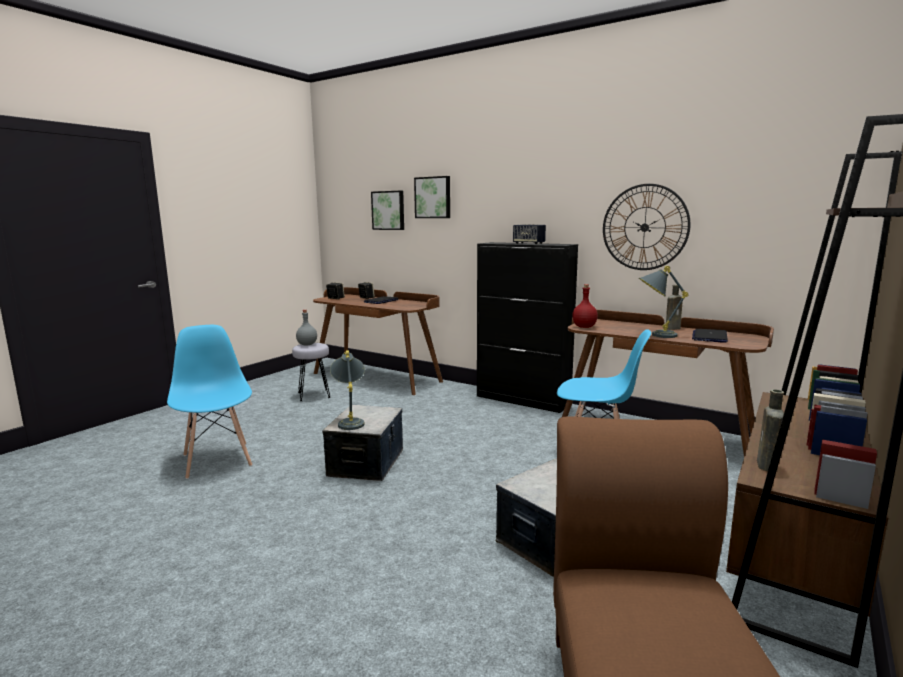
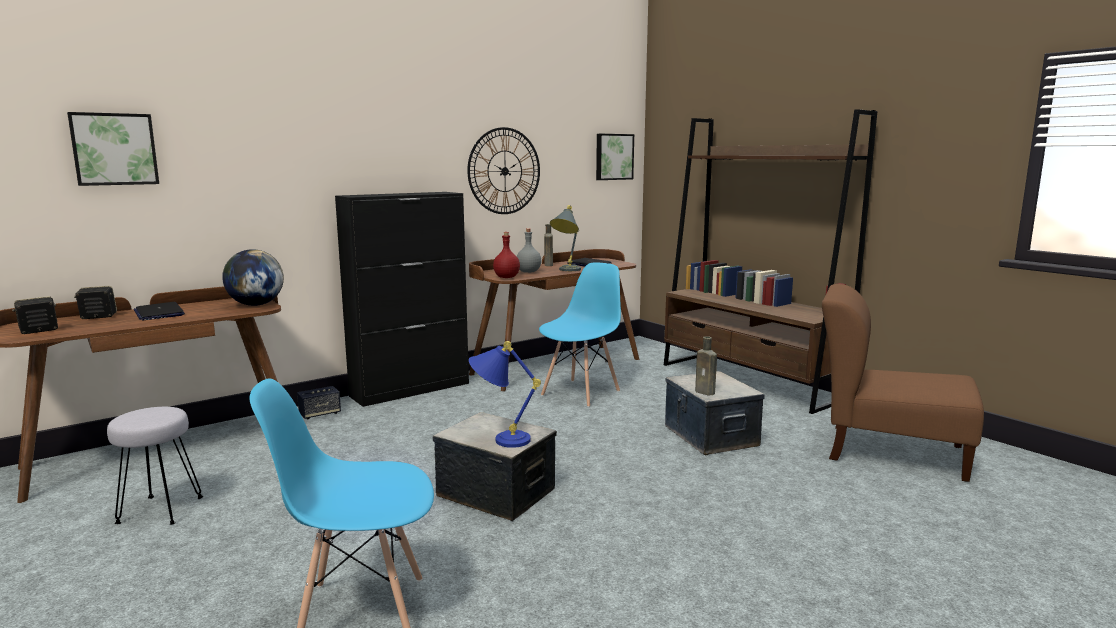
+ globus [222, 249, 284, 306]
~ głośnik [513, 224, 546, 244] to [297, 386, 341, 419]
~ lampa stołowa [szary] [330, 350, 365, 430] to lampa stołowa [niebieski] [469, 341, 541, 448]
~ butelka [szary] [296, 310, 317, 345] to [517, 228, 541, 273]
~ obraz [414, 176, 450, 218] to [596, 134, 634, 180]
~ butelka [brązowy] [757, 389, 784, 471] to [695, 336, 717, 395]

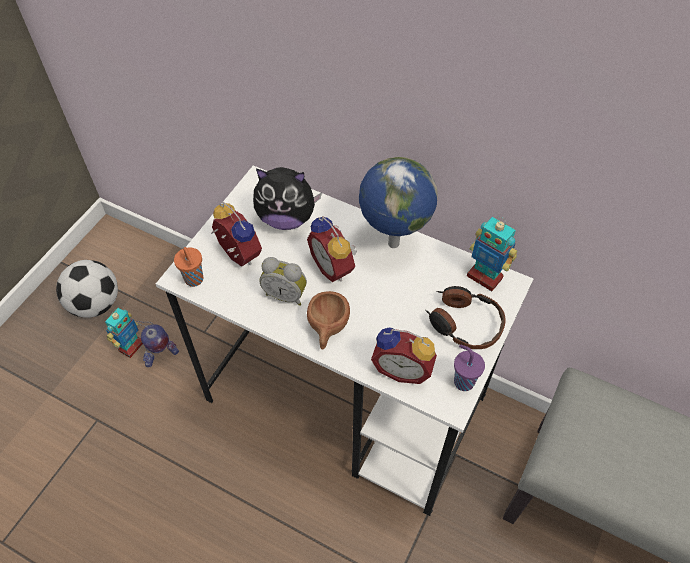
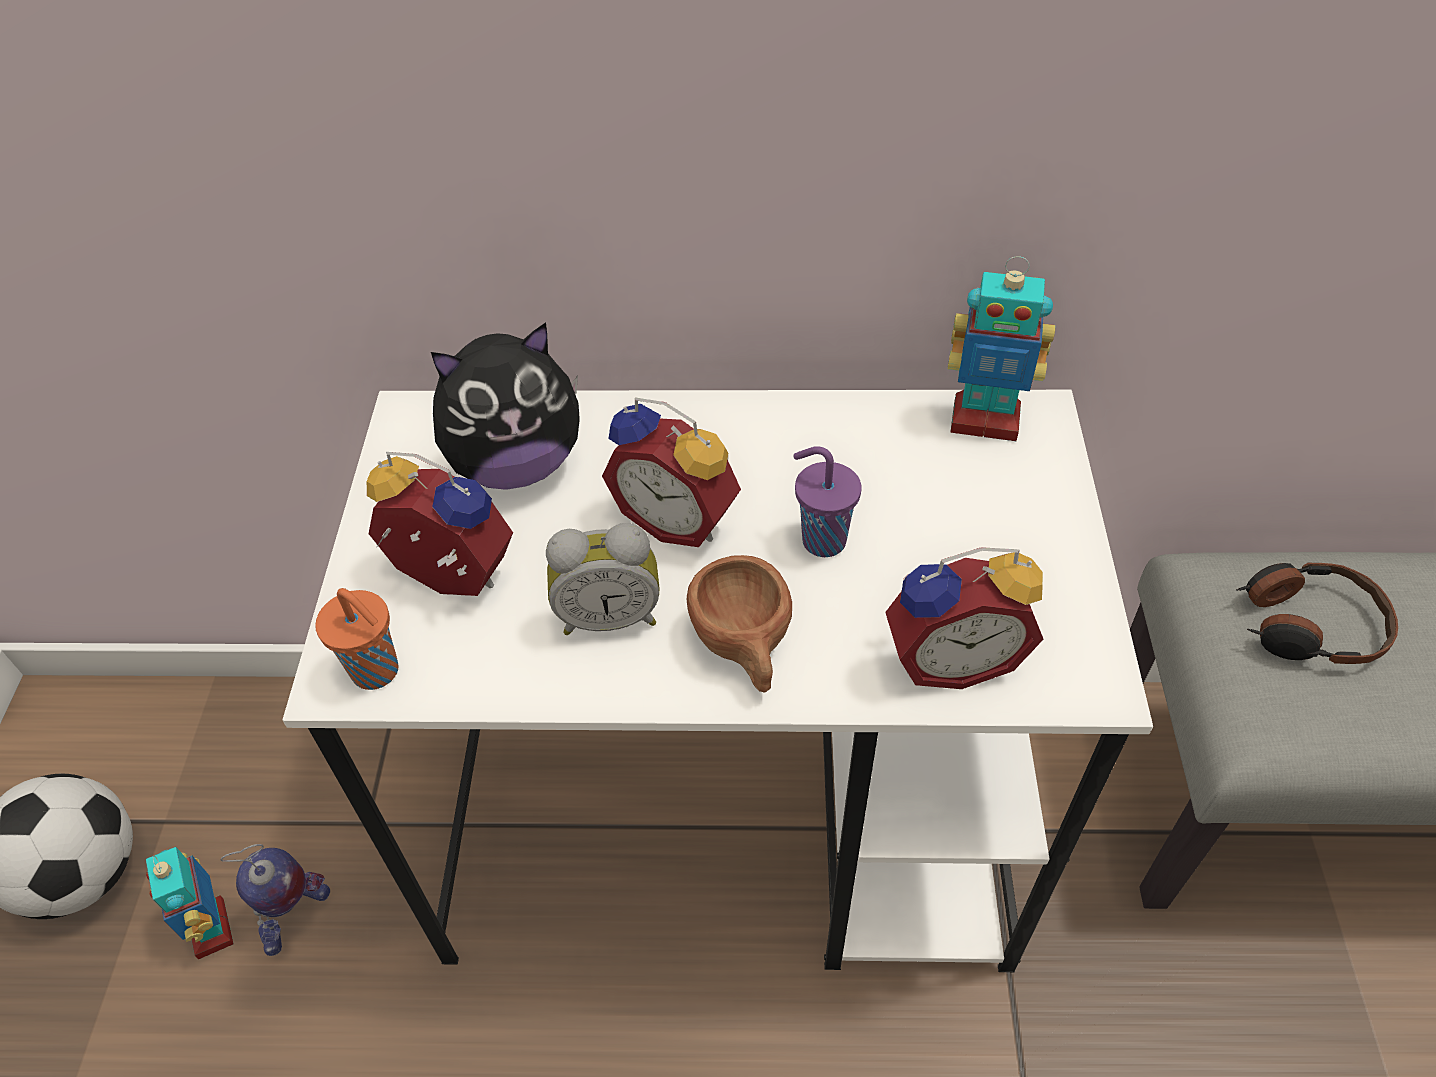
~ robot zabawkowy [105, 308, 143, 358] = [146, 847, 234, 959] 150 degrees clockwise
~ filiżanka [fioletowy] [454, 345, 485, 391] to [793, 446, 861, 557]
~ słuchawki [425, 286, 506, 349] to [1236, 563, 1398, 664]
- globus [359, 157, 437, 248]

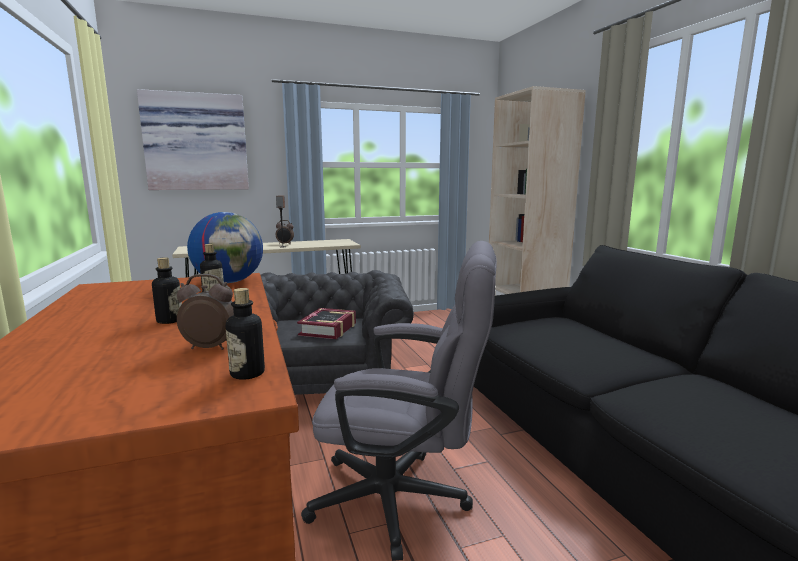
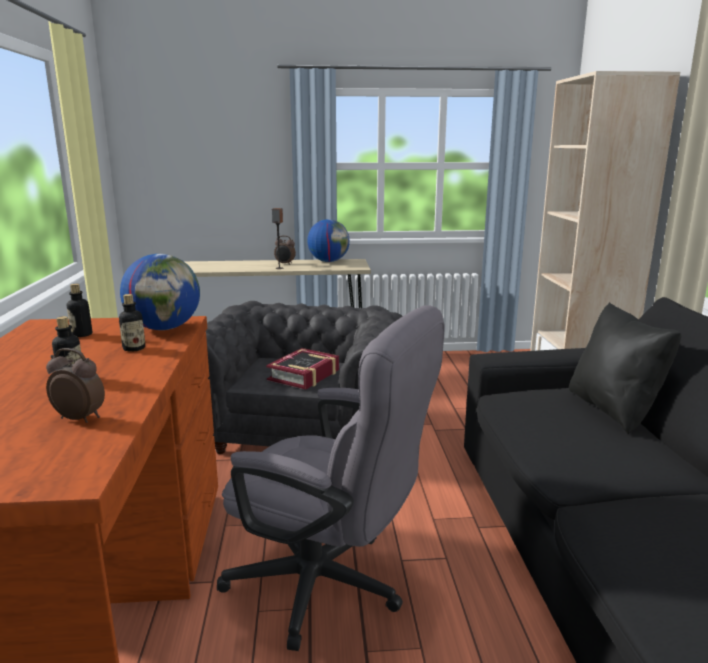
~ butelka [226, 288, 265, 380] to [67, 284, 92, 337]
+ globus [307, 219, 350, 262]
+ poduszka [czarny] [569, 303, 682, 434]
- obraz [137, 89, 249, 190]

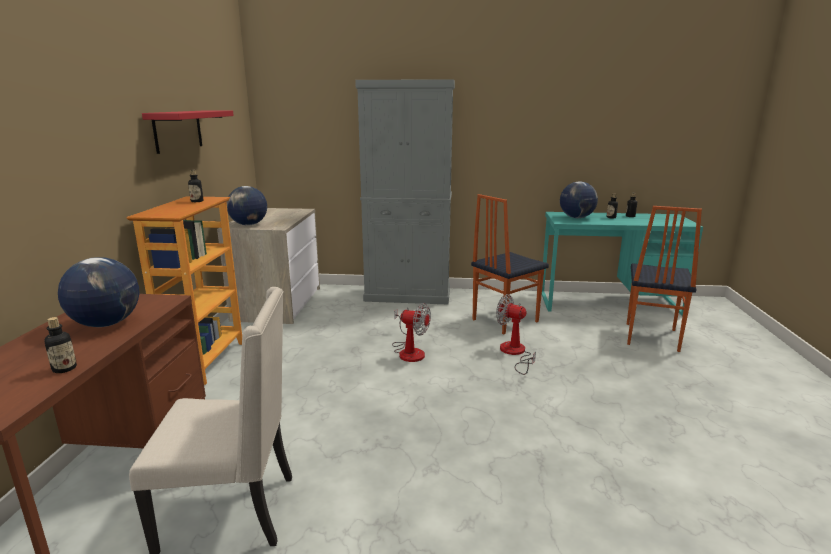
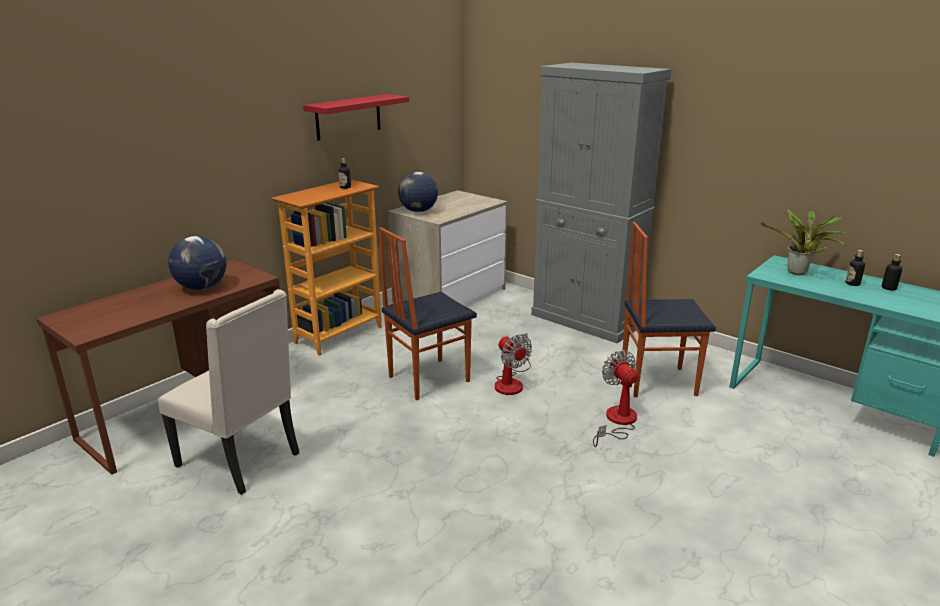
~ krzesło [627, 206, 702, 352] to [379, 227, 477, 400]
~ globus [560, 181, 598, 218] to roślina doniczkowa [761, 210, 846, 275]
- butelka [44, 317, 77, 373]

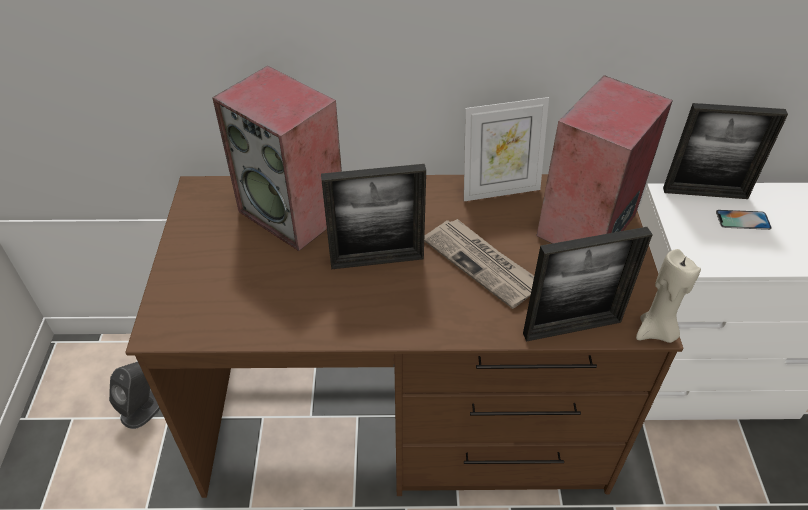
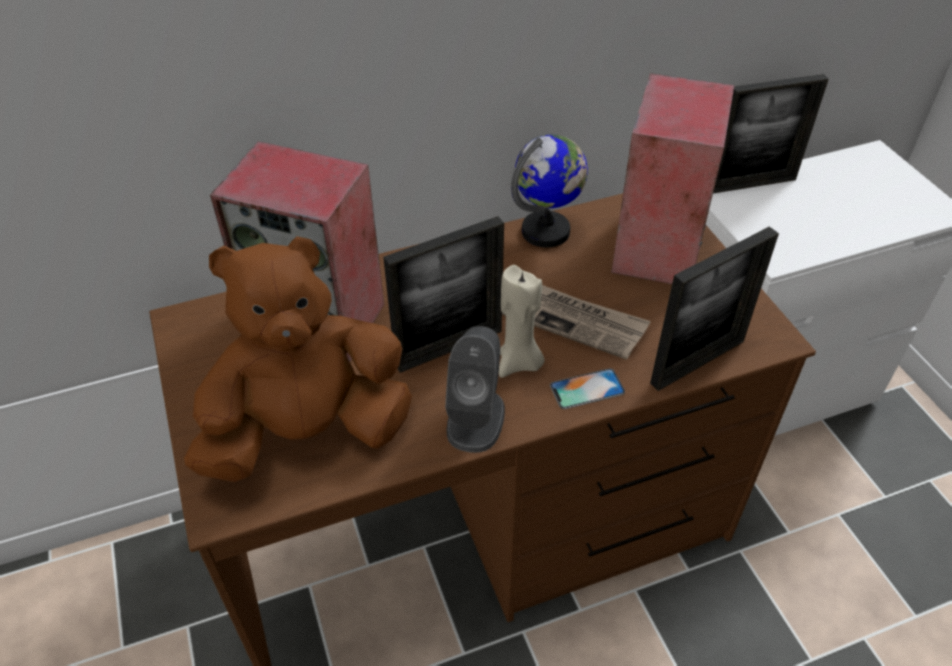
+ pluszak [brązowy] [184, 236, 412, 482]
~ głośnik [szary] [109, 362, 160, 429] to [445, 326, 505, 453]
~ świeca [beżowy] [636, 249, 701, 343] to [499, 265, 545, 378]
~ ramka na zdjęcie [464, 97, 549, 201] to globus [511, 134, 588, 248]
~ telefon [716, 210, 771, 230] to [550, 368, 625, 409]

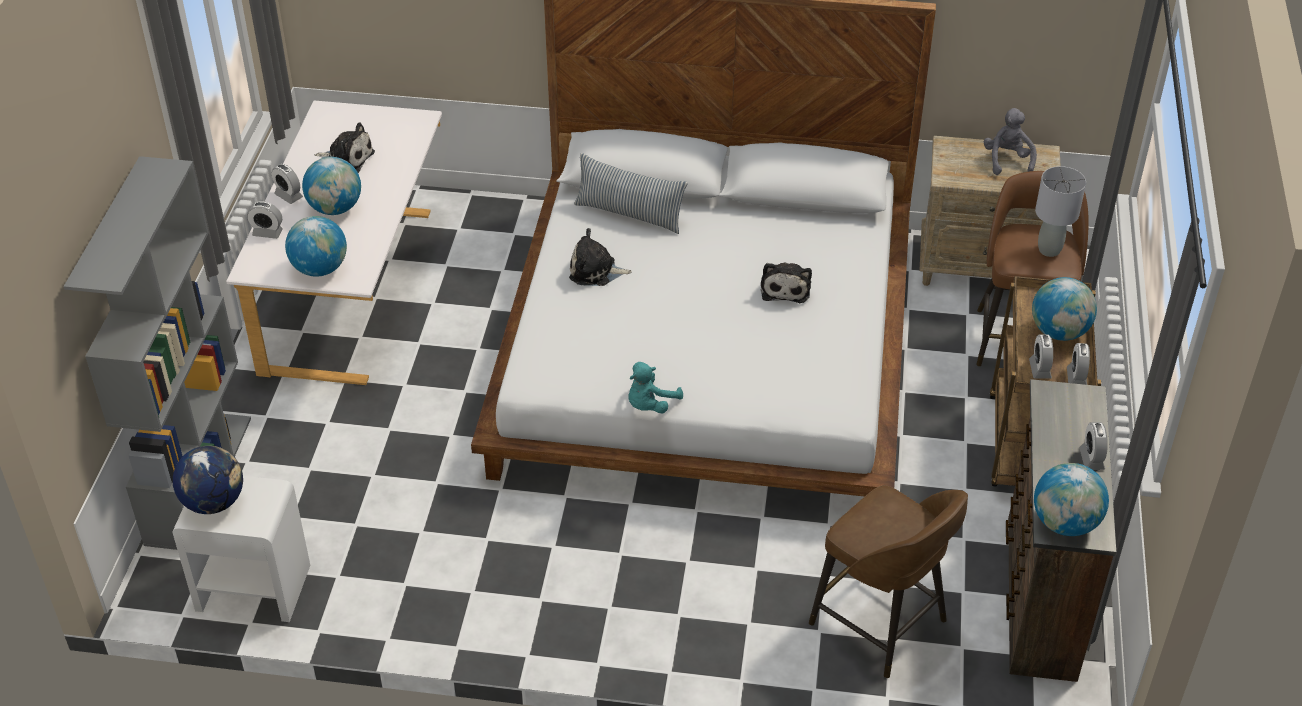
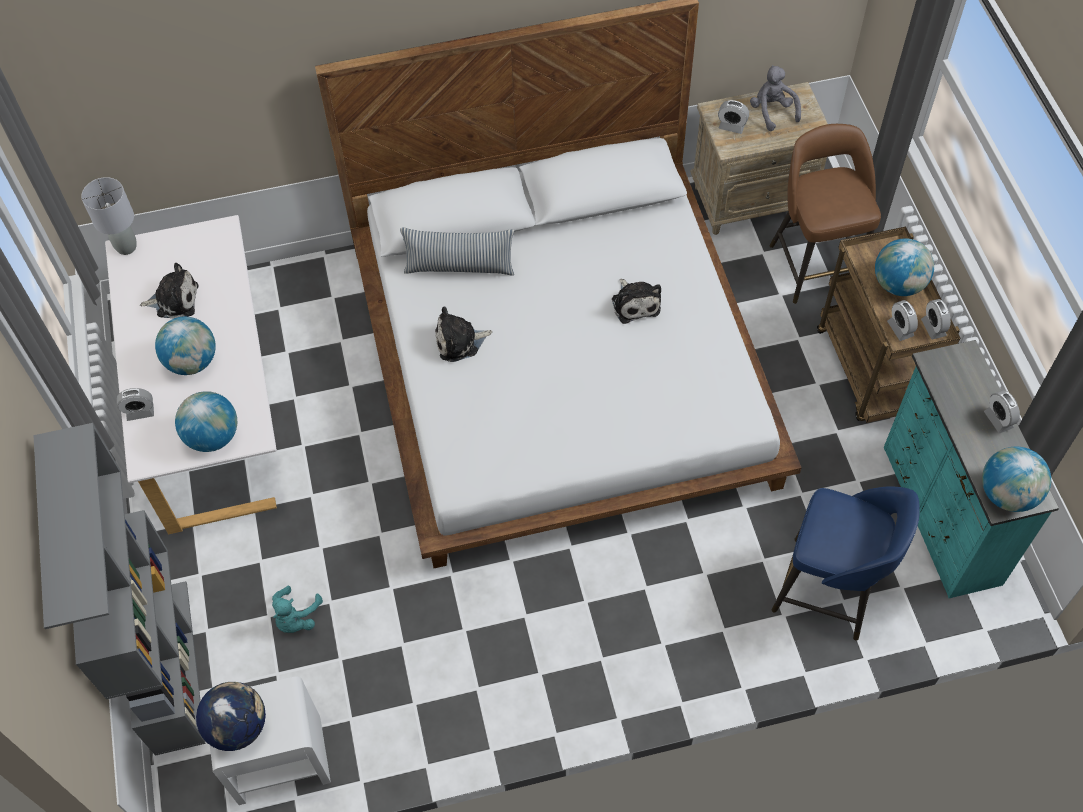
~ lampa stołowa [szary] [1035, 166, 1086, 257] to [81, 177, 137, 255]
~ pluszak [turkusowy] [629, 362, 683, 413] to [272, 585, 323, 633]
~ budzik [272, 164, 303, 204] to [718, 100, 749, 134]
~ stołek [brązowy] [809, 485, 968, 678] to stołek [niebieski] [772, 486, 920, 640]
~ komoda [brązowy] [1006, 379, 1116, 682] to komoda [turkusowy] [884, 340, 1059, 598]

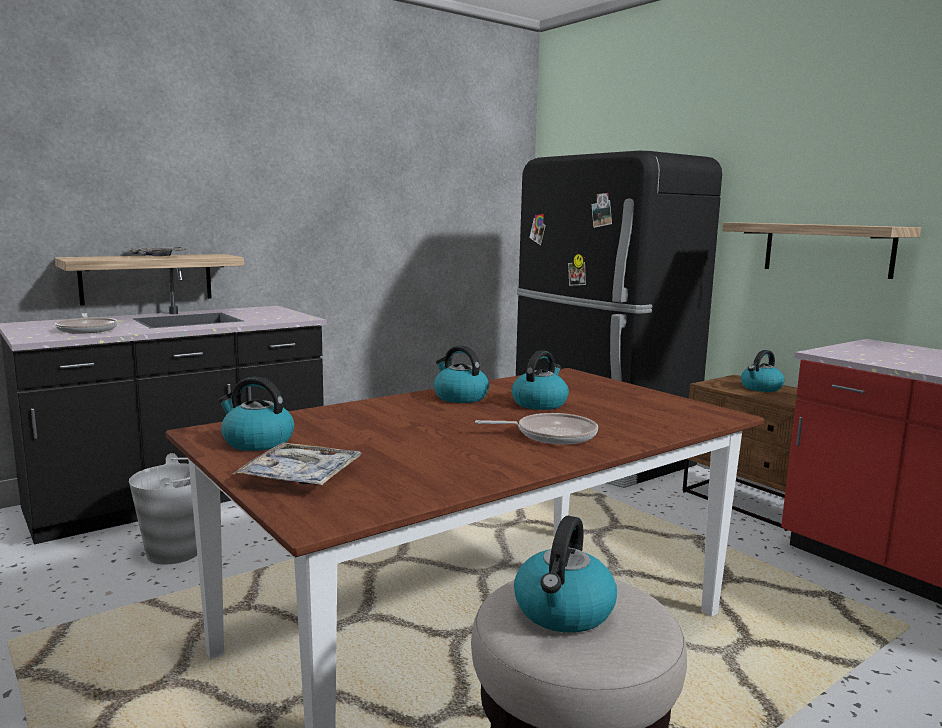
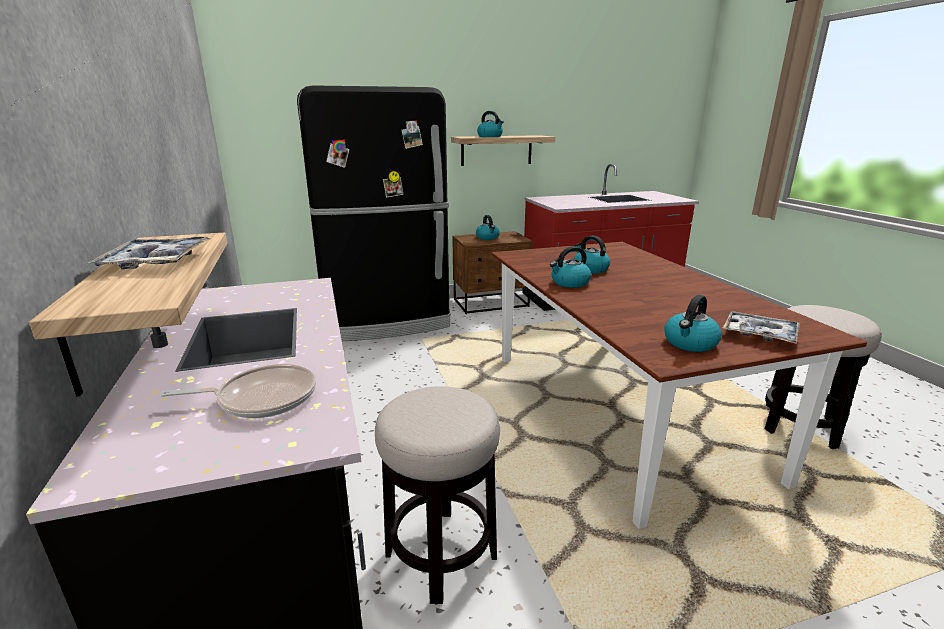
~ wiadro [szary] [129, 453, 197, 564] to stołek [375, 386, 500, 604]
~ czajnik [514, 516, 617, 633] to [477, 111, 504, 137]
- patelnia [475, 413, 598, 445]

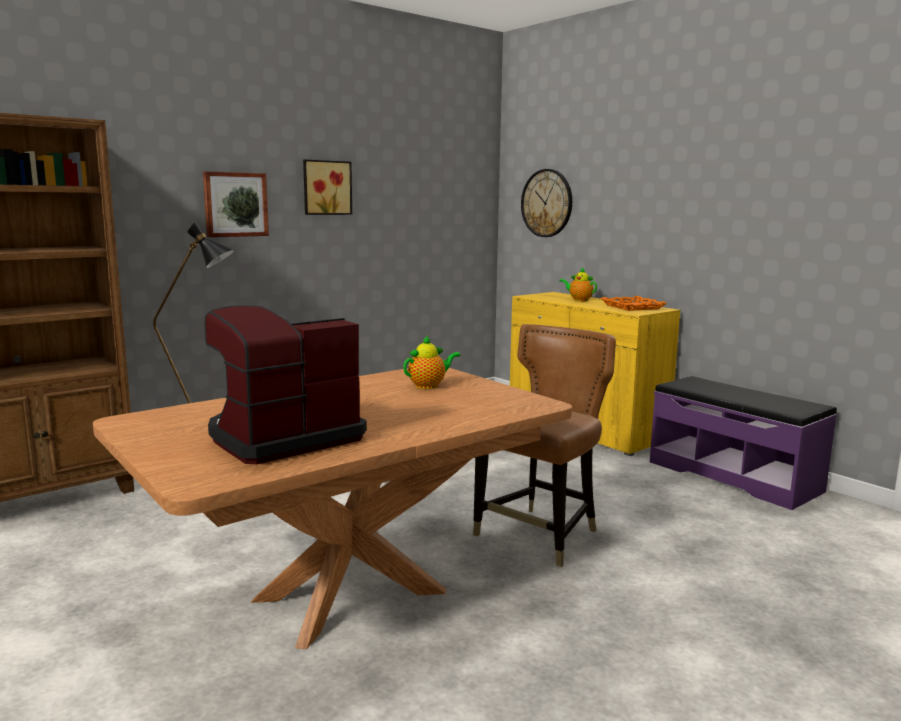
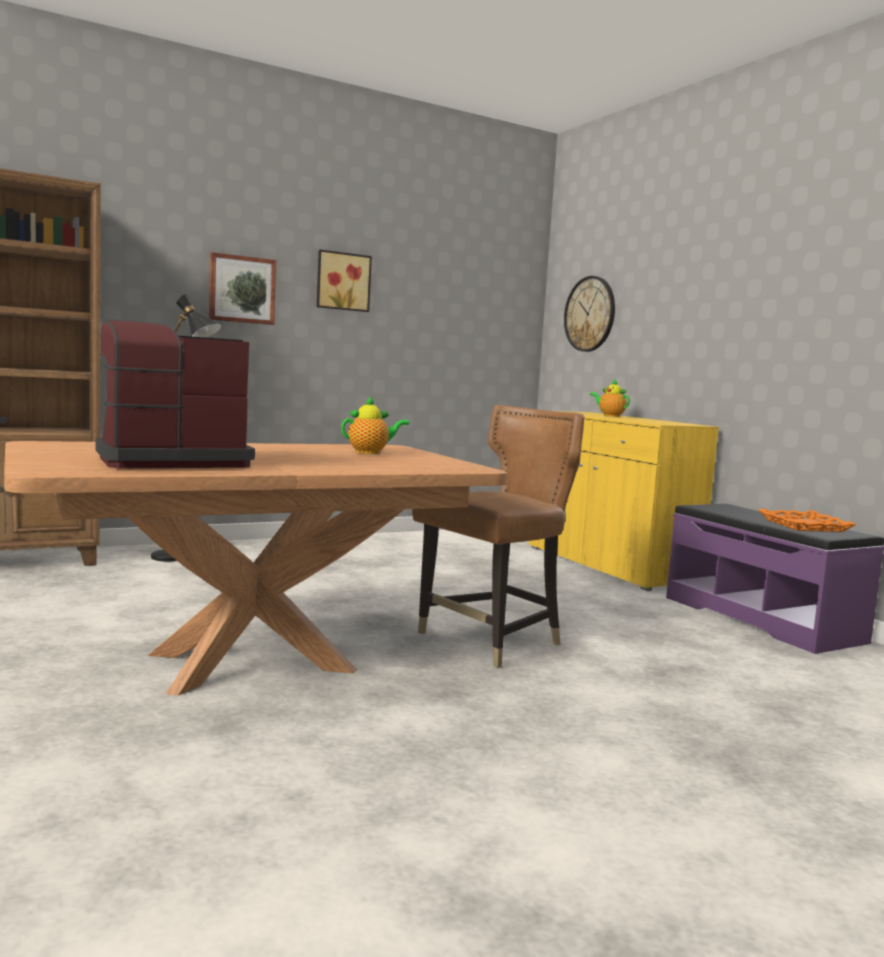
~ taca [pomarańczowy] [601, 296, 667, 311] to [758, 509, 856, 532]

